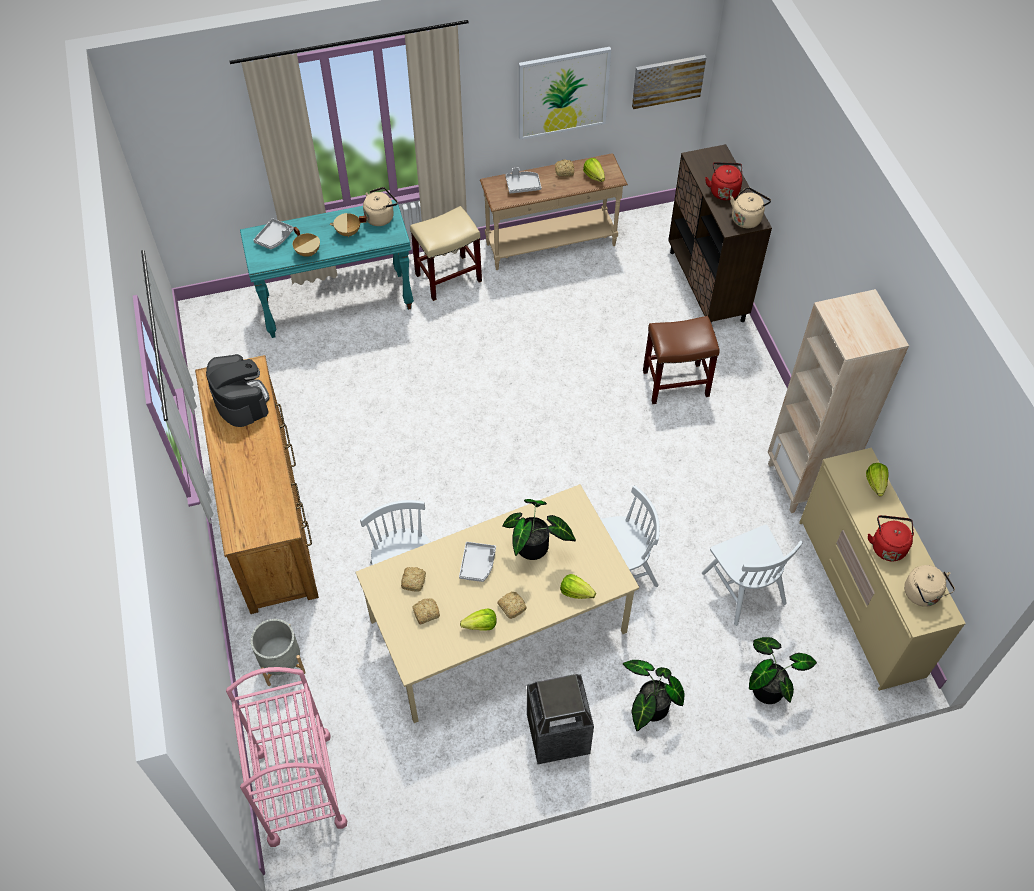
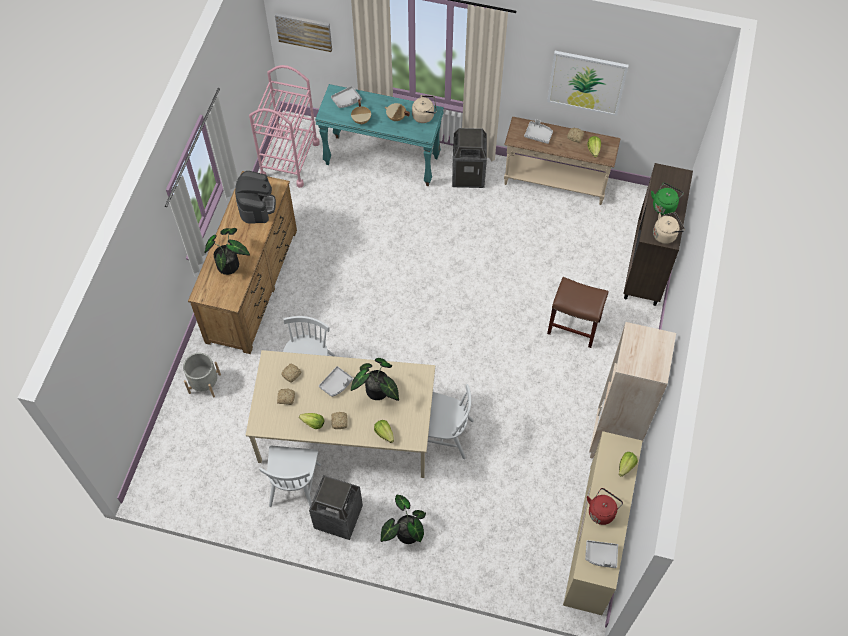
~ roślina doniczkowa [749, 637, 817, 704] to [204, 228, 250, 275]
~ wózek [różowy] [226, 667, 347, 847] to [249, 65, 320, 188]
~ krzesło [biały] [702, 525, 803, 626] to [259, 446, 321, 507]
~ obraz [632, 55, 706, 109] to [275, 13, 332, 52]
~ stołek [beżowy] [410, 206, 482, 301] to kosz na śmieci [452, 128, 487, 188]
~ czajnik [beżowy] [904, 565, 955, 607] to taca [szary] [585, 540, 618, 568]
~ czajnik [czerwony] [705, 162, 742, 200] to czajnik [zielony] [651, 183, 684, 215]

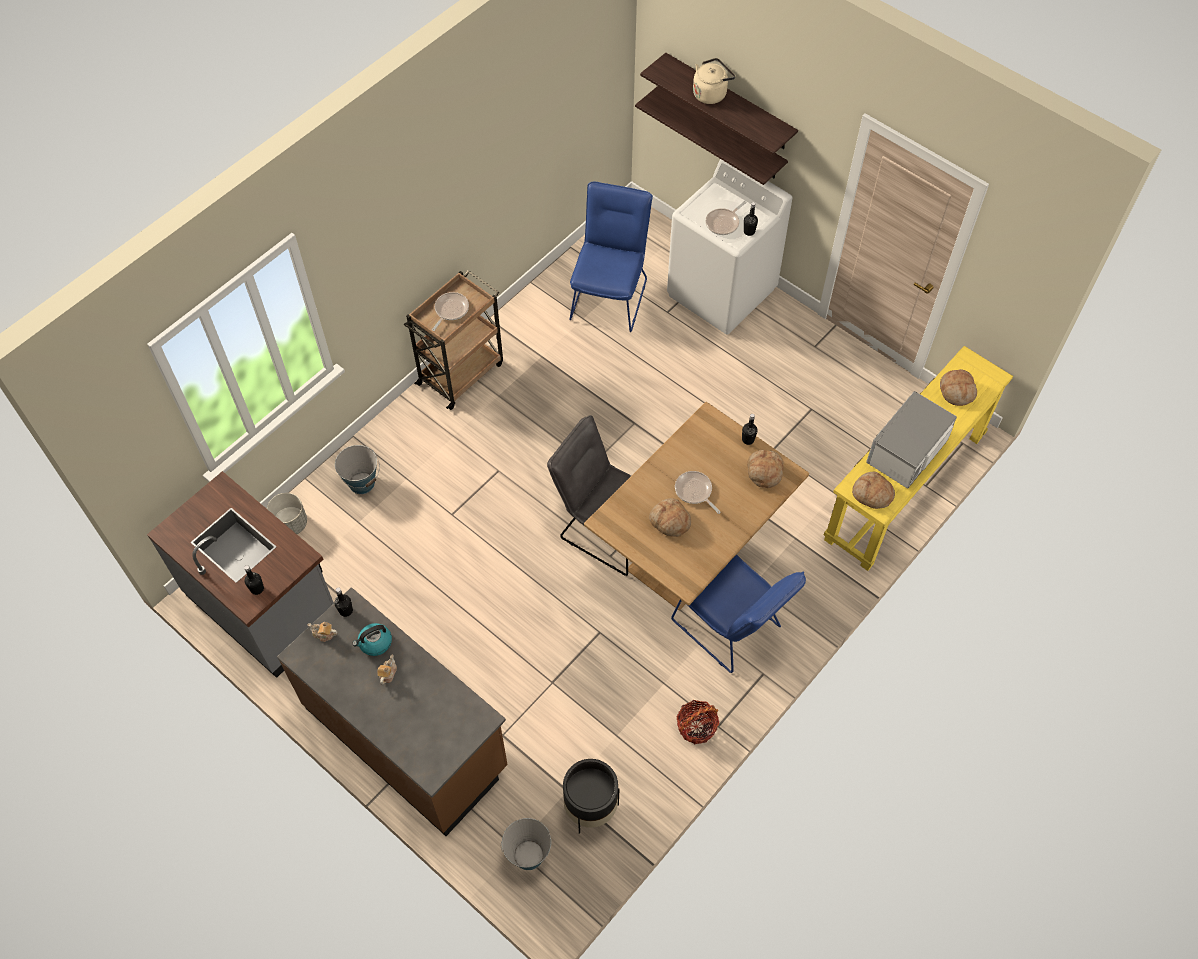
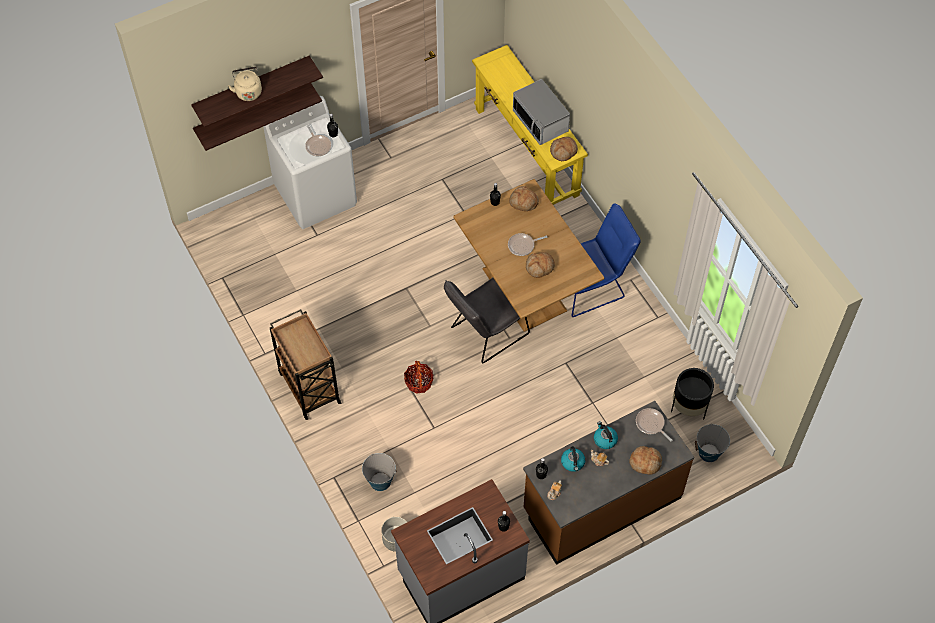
~ koszyk [677, 700, 720, 744] to [404, 361, 434, 394]
+ czajnik [594, 421, 618, 449]
~ chleb [940, 369, 977, 406] to [629, 446, 662, 475]
~ patelnia [432, 292, 469, 331] to [636, 408, 673, 442]
- krzesło [niebieski] [569, 181, 653, 332]

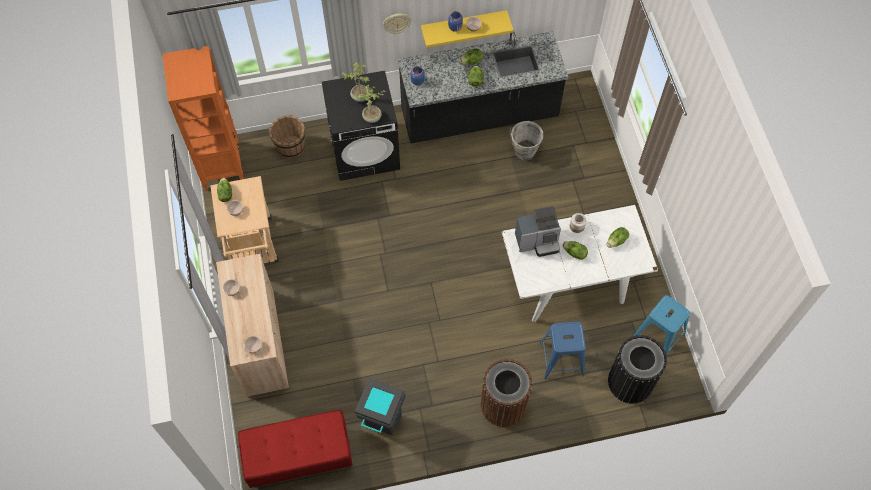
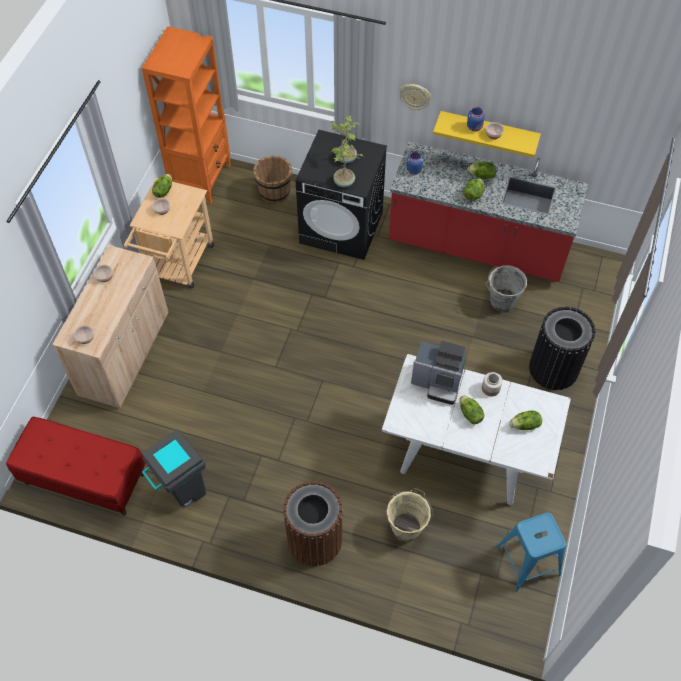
~ stołek [niebieski] [539, 322, 586, 379] to wiadro [beżowy] [387, 488, 434, 542]
~ zabudowa kuchenna [czarny] [398, 31, 568, 143] to zabudowa kuchenna [czerwony] [389, 142, 588, 282]
~ kosz na śmieci [czarny] [608, 335, 667, 404] to [529, 306, 596, 390]

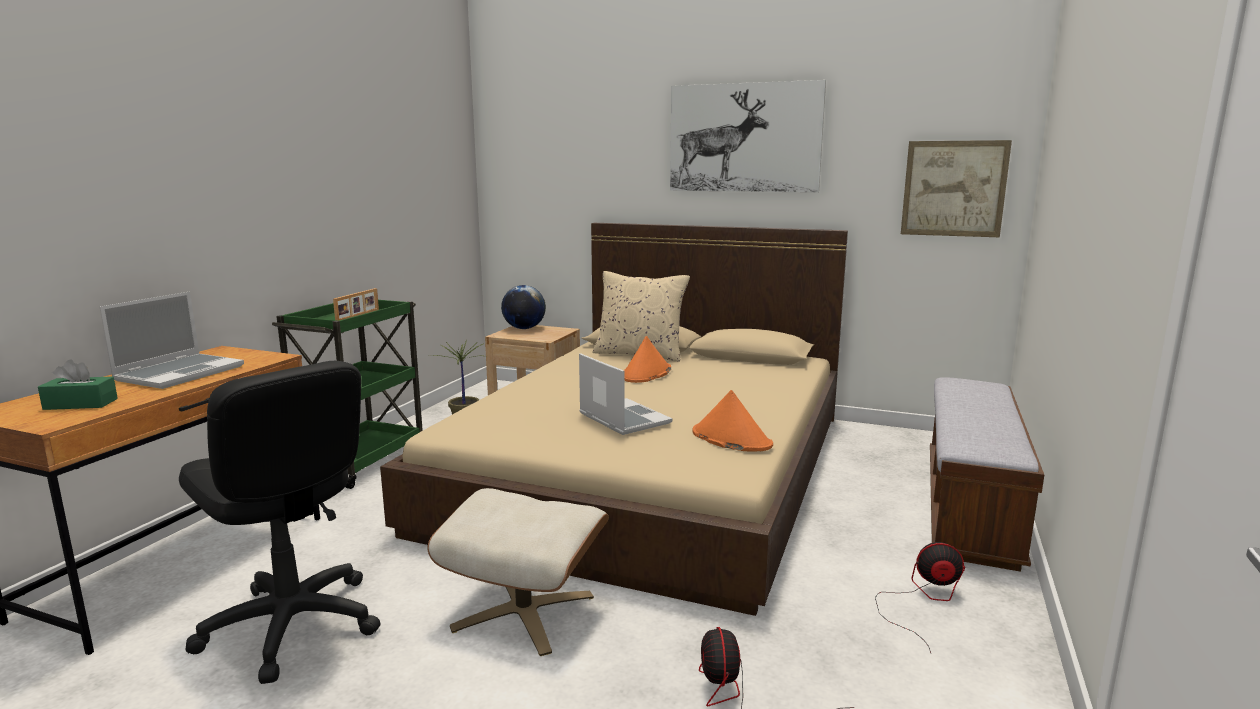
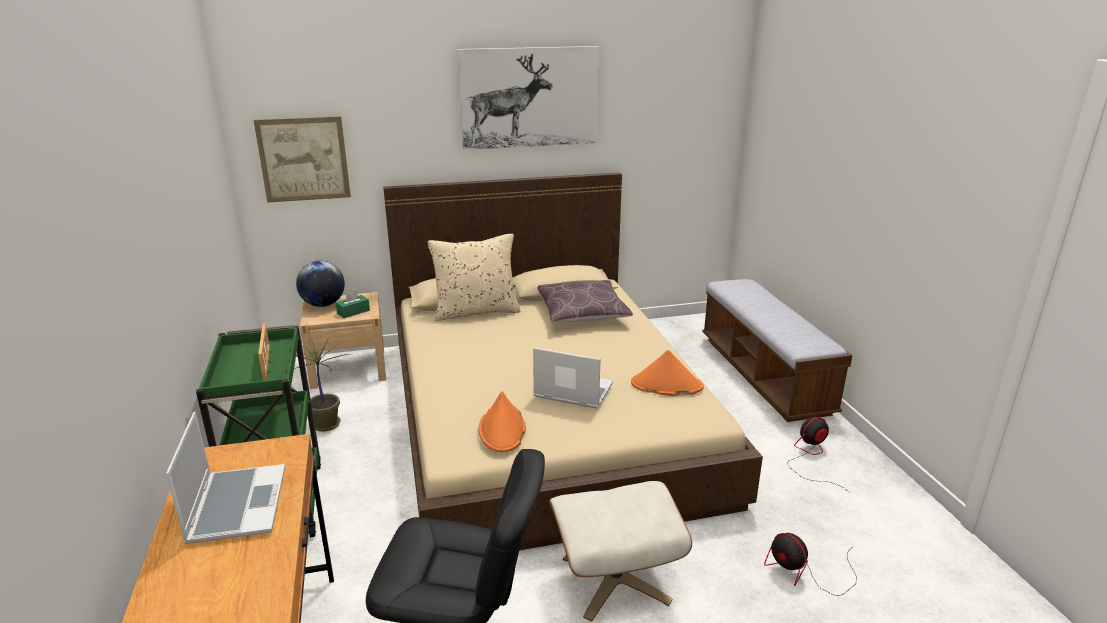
~ obraz [901, 140, 1012, 237] to [254, 116, 351, 203]
~ pudełko chusteczek [zielony] [38, 359, 118, 410] to [336, 290, 370, 318]
~ kapelusz [pomarańczowy] [624, 336, 671, 383] to [479, 391, 526, 453]
+ poduszka [brązowy] [537, 280, 633, 322]

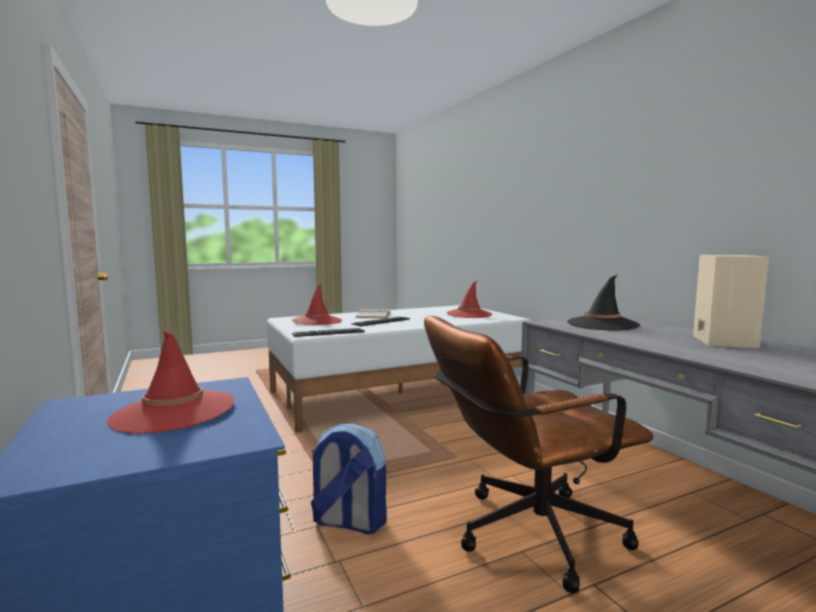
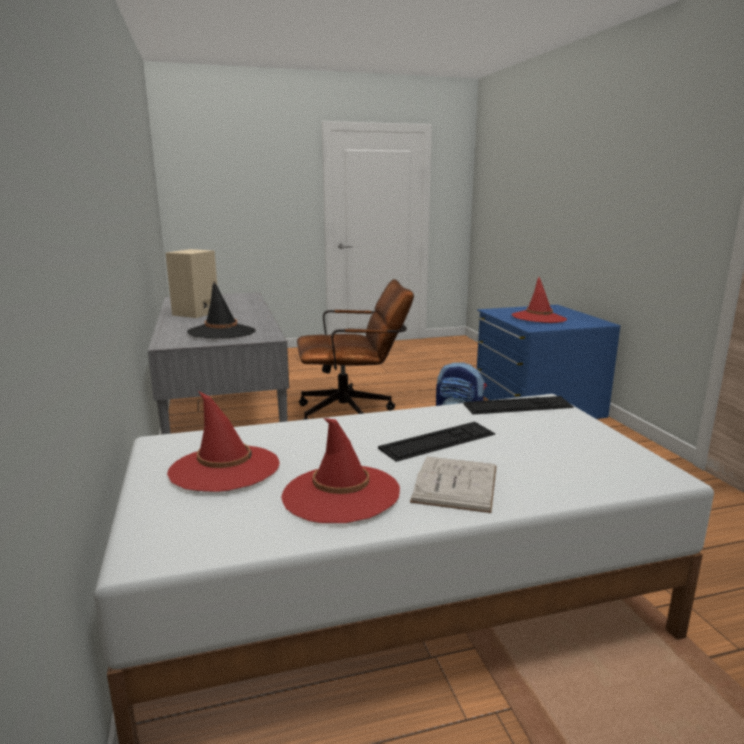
~ kapelusz [czerwony] [292, 284, 342, 325] to [281, 418, 400, 523]

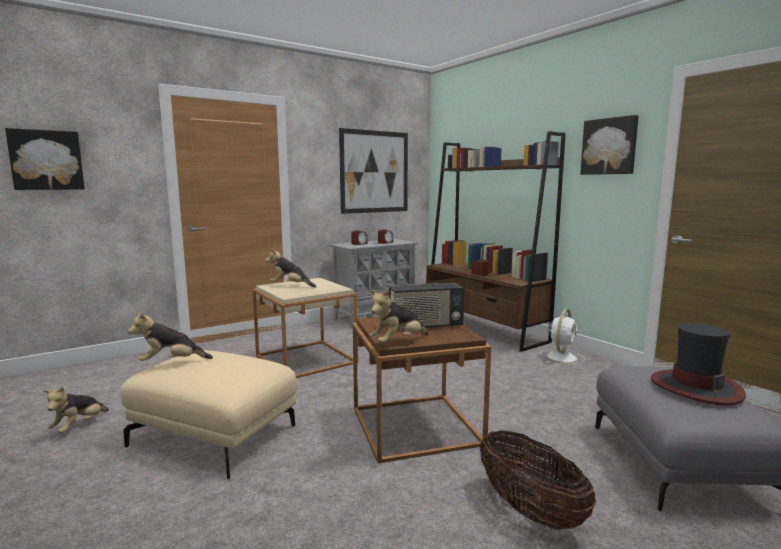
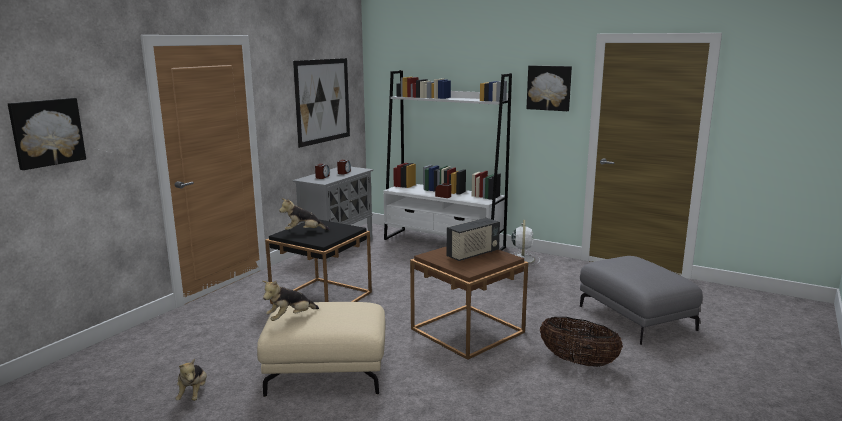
~ stolik [beżowy] [252, 278, 358, 378] to stolik [czarny] [265, 220, 372, 304]
~ regał [brązowy] [426, 131, 566, 352] to regał [biały] [383, 70, 512, 251]
- pluszak [369, 290, 428, 343]
- kapelusz [651, 323, 746, 405]

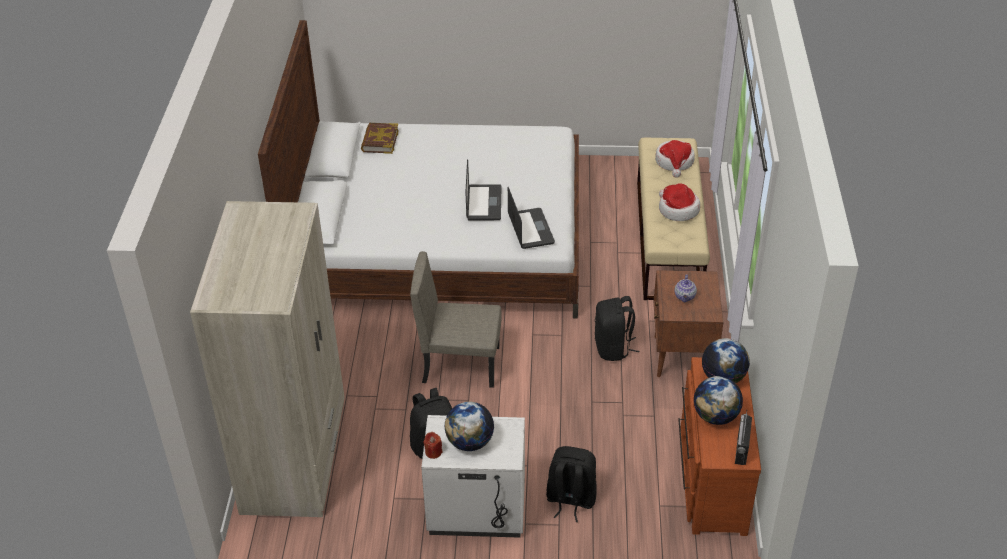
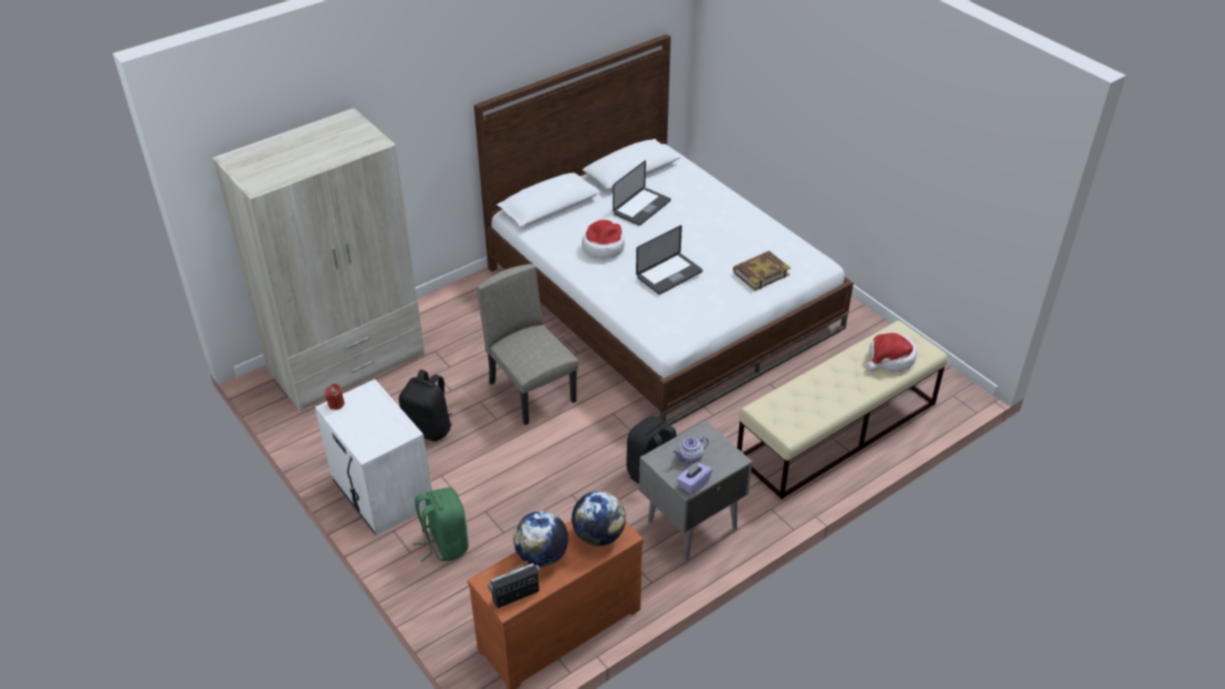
~ plecak [czarny] [546, 446, 597, 522] to plecak [zielony] [413, 487, 468, 562]
~ kapelusz [659, 183, 700, 221] to [582, 220, 625, 258]
~ laptop [508, 187, 555, 249] to [613, 160, 671, 226]
~ szafka nocna [brązowy] [654, 270, 724, 377] to szafka nocna [szary] [639, 420, 752, 560]
+ pudełko chusteczek [fioletowy] [677, 462, 712, 495]
~ książka [361, 123, 399, 154] to [733, 251, 791, 291]
- globus [445, 402, 494, 451]

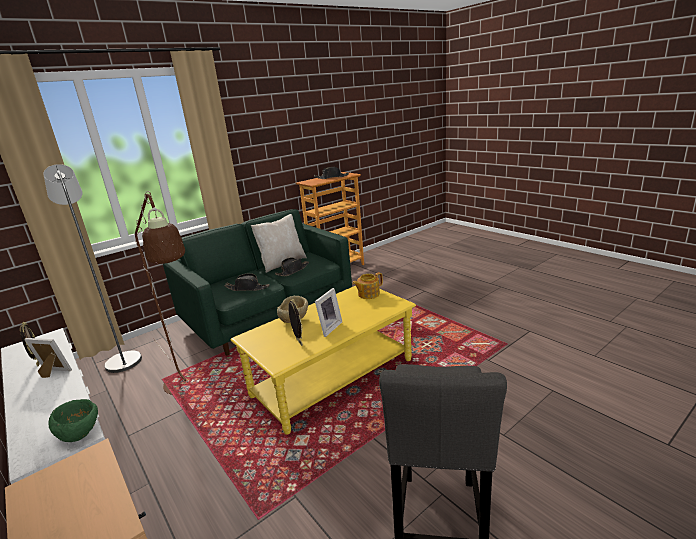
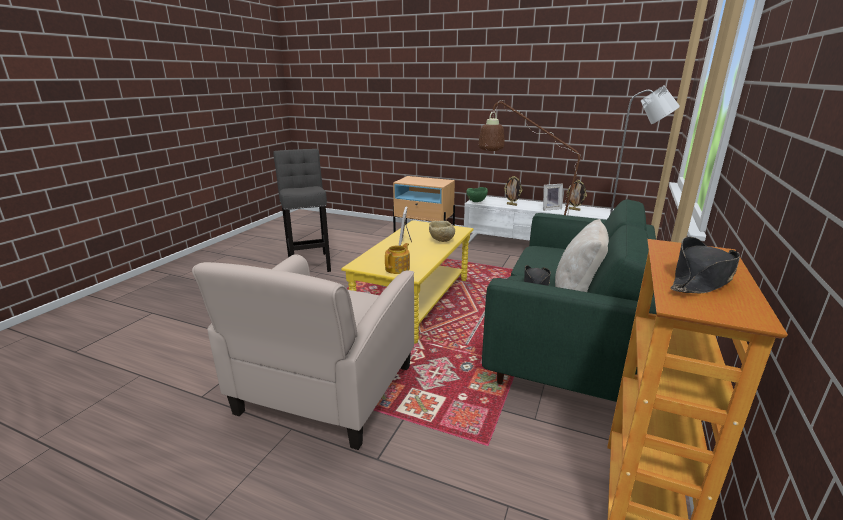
+ fotel [beżowy] [192, 254, 414, 450]
~ ramka na zdjęcie [288, 299, 303, 346] to [504, 176, 522, 206]
- kapelusz [czarny] [225, 273, 270, 291]

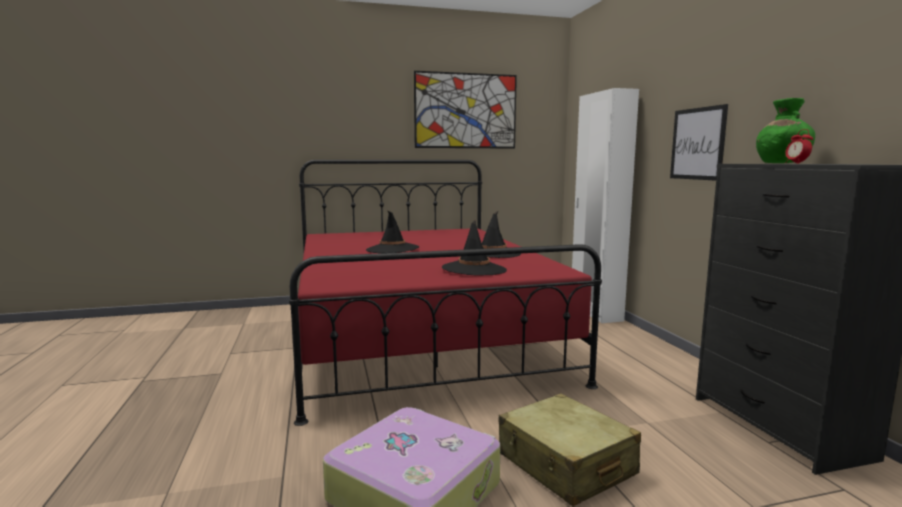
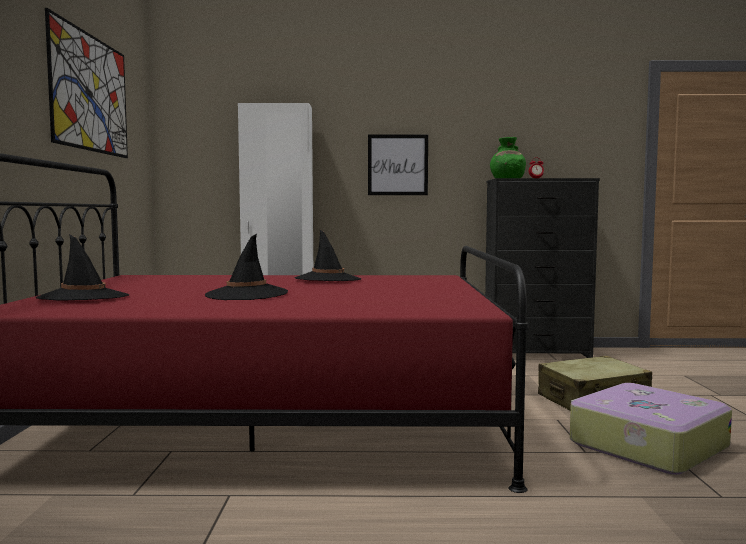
~ kapelusz [czarny] [442, 220, 507, 276] to [36, 234, 129, 300]

